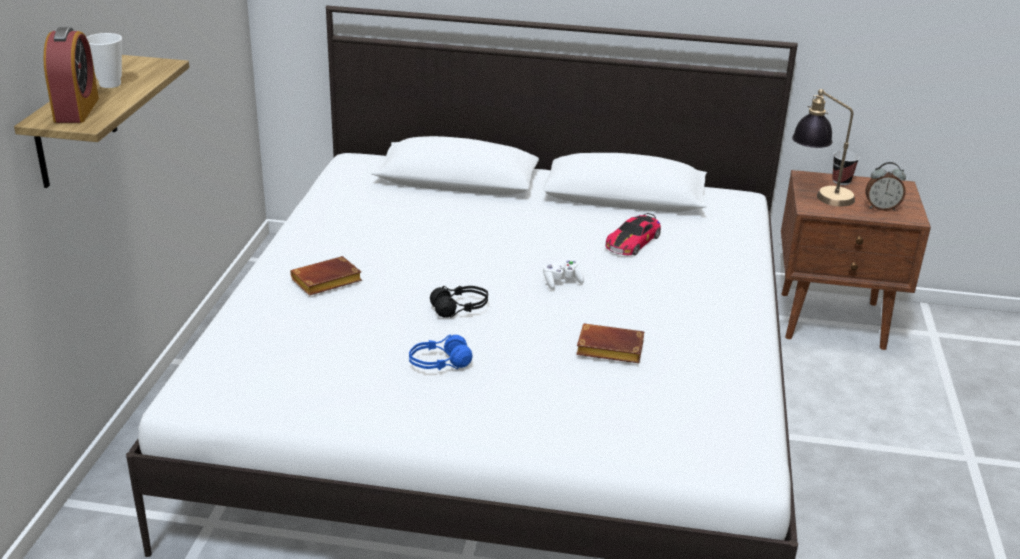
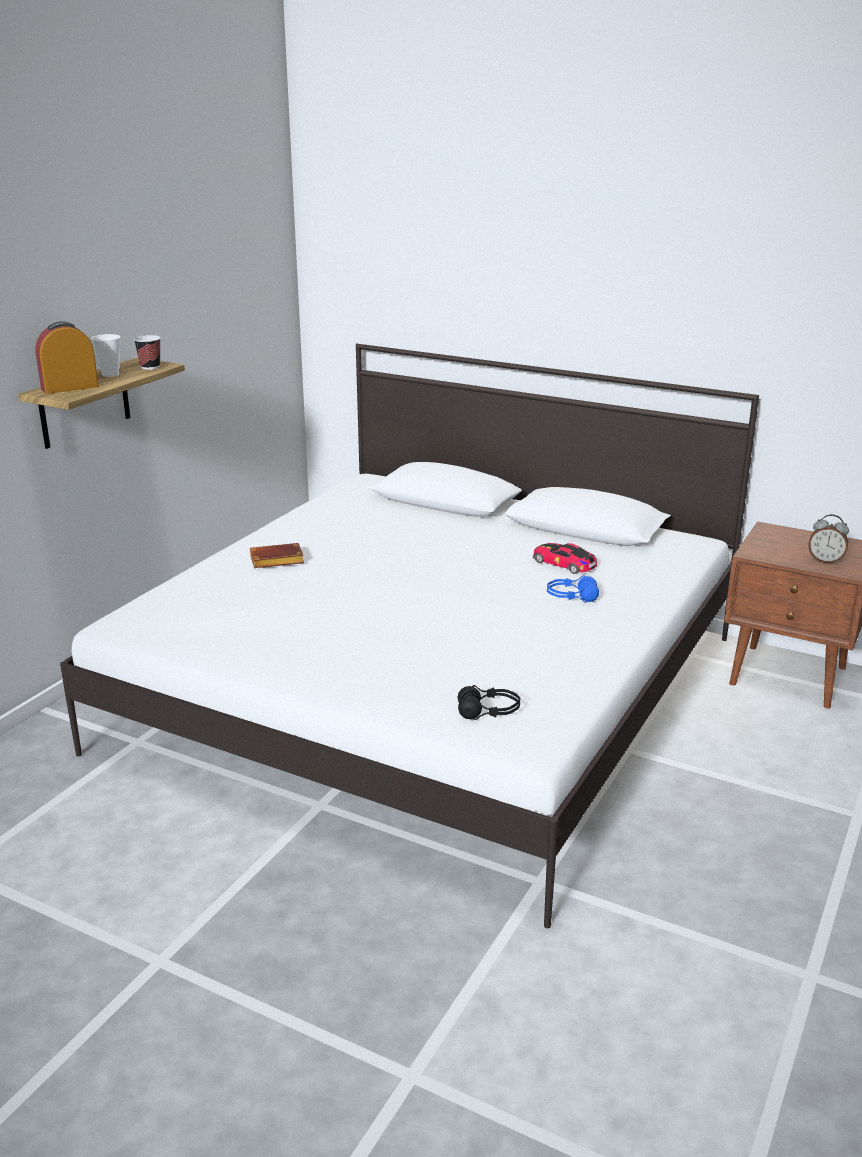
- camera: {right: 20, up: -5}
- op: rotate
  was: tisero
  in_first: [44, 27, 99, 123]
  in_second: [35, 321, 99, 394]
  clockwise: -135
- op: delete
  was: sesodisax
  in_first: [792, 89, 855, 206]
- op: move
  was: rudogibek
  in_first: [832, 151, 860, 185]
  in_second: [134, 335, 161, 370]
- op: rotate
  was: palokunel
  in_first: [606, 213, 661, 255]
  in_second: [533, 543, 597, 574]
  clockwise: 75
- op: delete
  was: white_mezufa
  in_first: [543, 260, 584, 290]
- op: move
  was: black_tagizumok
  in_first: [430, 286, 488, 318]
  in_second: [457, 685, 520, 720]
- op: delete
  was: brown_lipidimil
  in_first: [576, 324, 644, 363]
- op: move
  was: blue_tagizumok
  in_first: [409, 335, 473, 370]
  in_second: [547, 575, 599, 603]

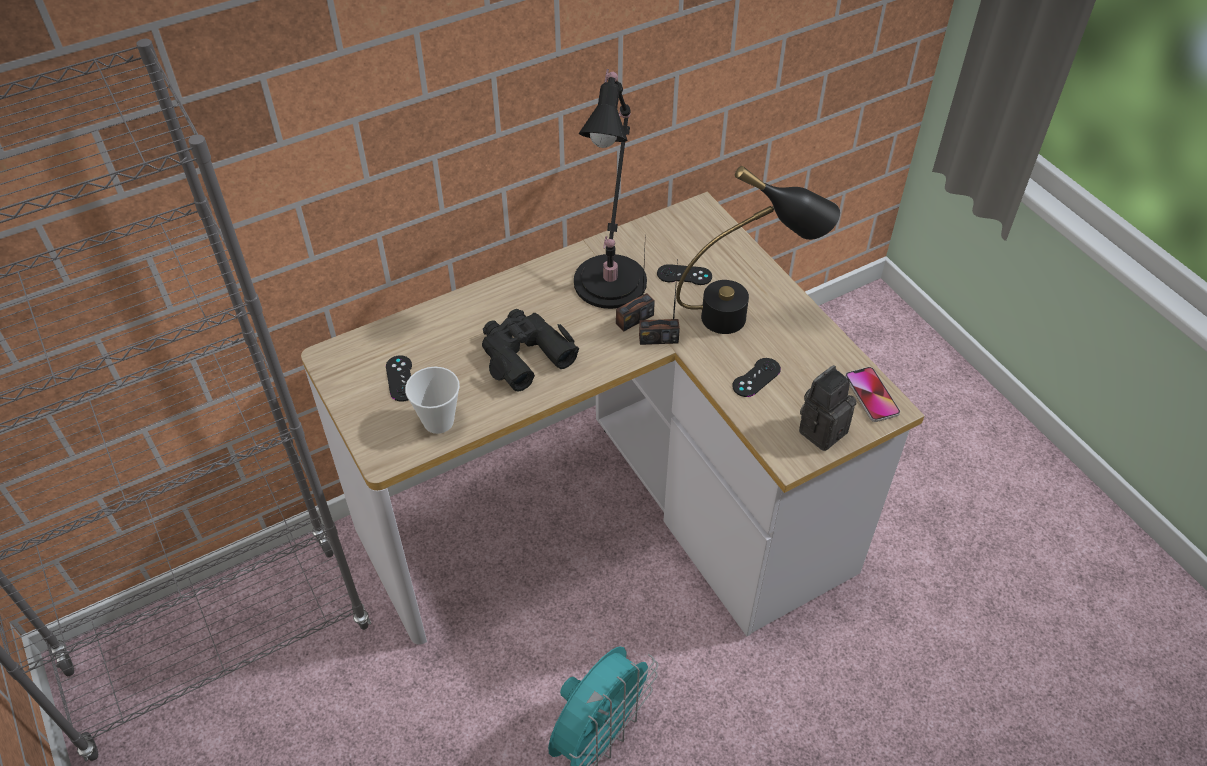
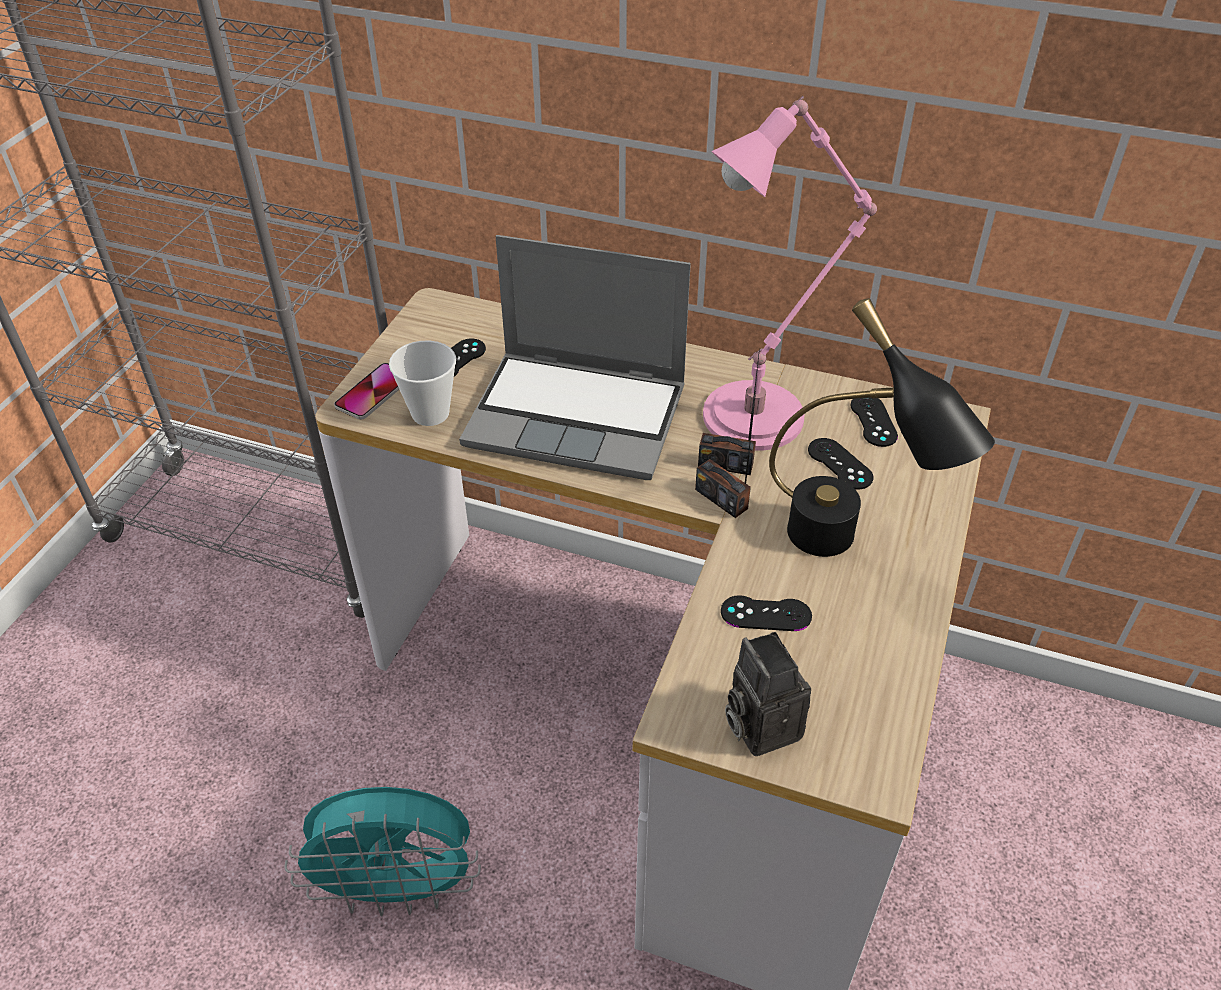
- camera: {right: 50, up: -5}
- op: recolor
  was: black_sesodisax
  now: pink_sesodisax
  in_first: [574, 69, 647, 309]
  in_second: [703, 96, 877, 451]
- op: replace
  was: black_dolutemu
  now: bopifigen
  in_first: [482, 309, 579, 391]
  in_second: [459, 235, 691, 480]
- op: rotate
  was: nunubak
  in_first: [799, 365, 857, 451]
  in_second: [725, 632, 811, 756]
  clockwise: -120
- op: move
  was: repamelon
  in_first: [845, 367, 900, 422]
  in_second: [334, 363, 400, 419]
- op: insert
  now: black_mezufa
  in_second: [850, 397, 898, 447]

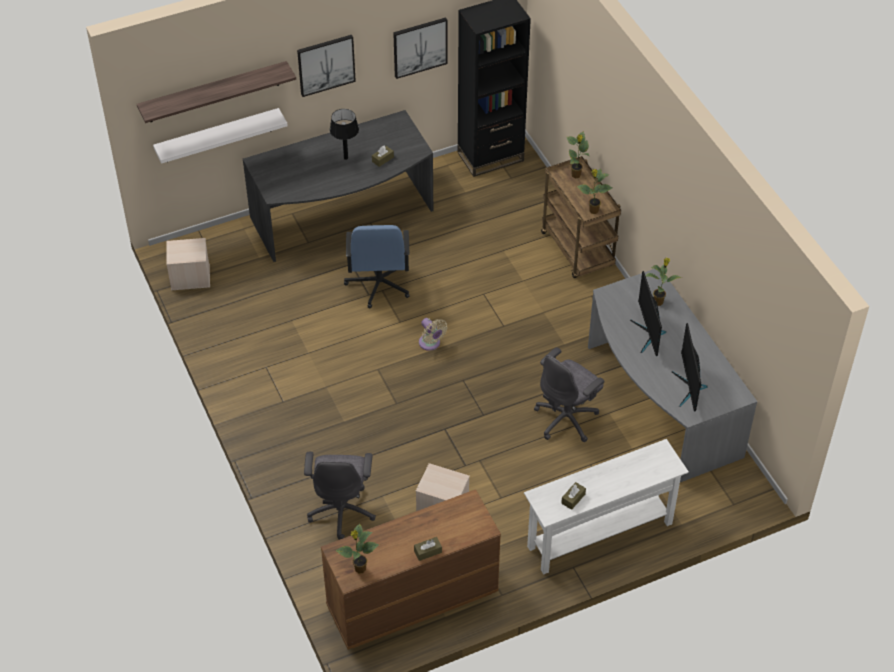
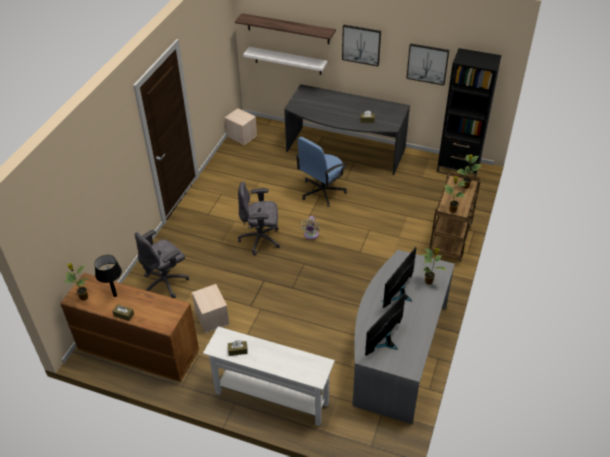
- camera: {right: 45, up: -5}
- op: move
  was: black_sesodisax
  in_first: [330, 109, 359, 160]
  in_second: [95, 255, 122, 297]
- op: move
  was: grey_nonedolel
  in_first: [534, 347, 604, 442]
  in_second: [238, 181, 280, 255]

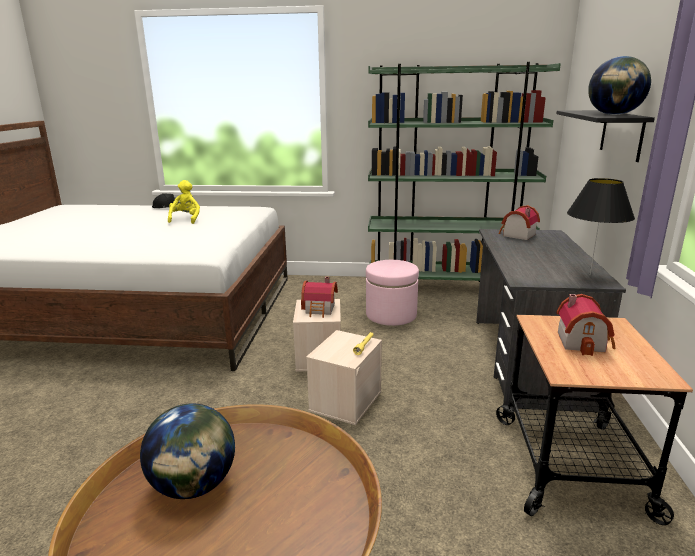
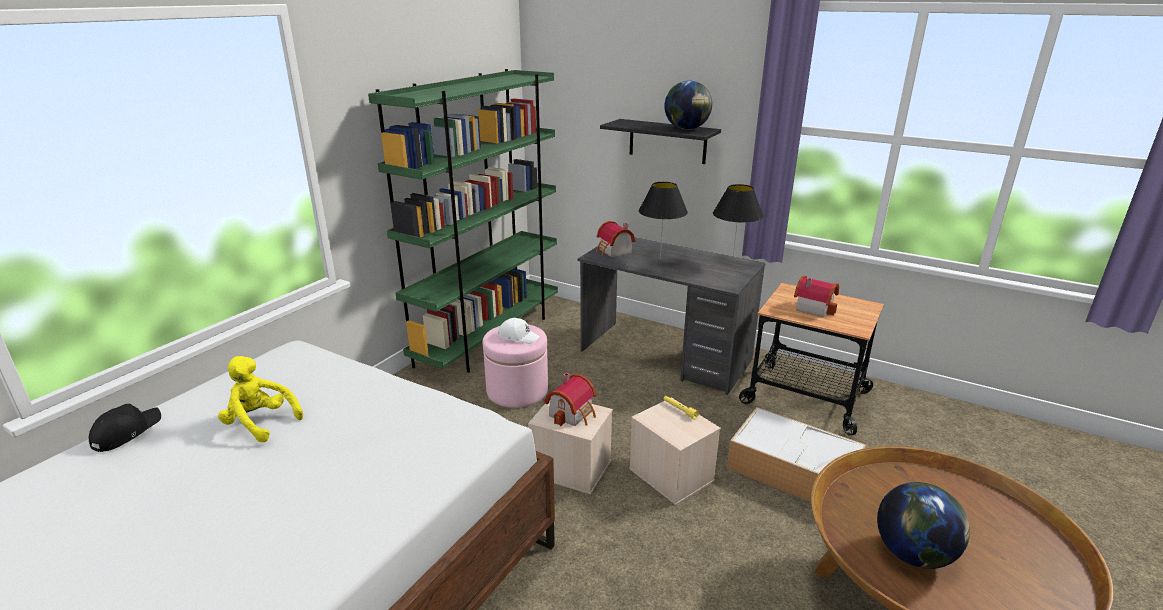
- camera: {right: -65, up: 5}
- op: insert
  now: black_sesodisax
  in_second: [639, 182, 688, 259]
- op: insert
  now: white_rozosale
  in_second: [498, 318, 540, 344]
- op: insert
  now: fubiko
  in_second: [727, 407, 866, 502]

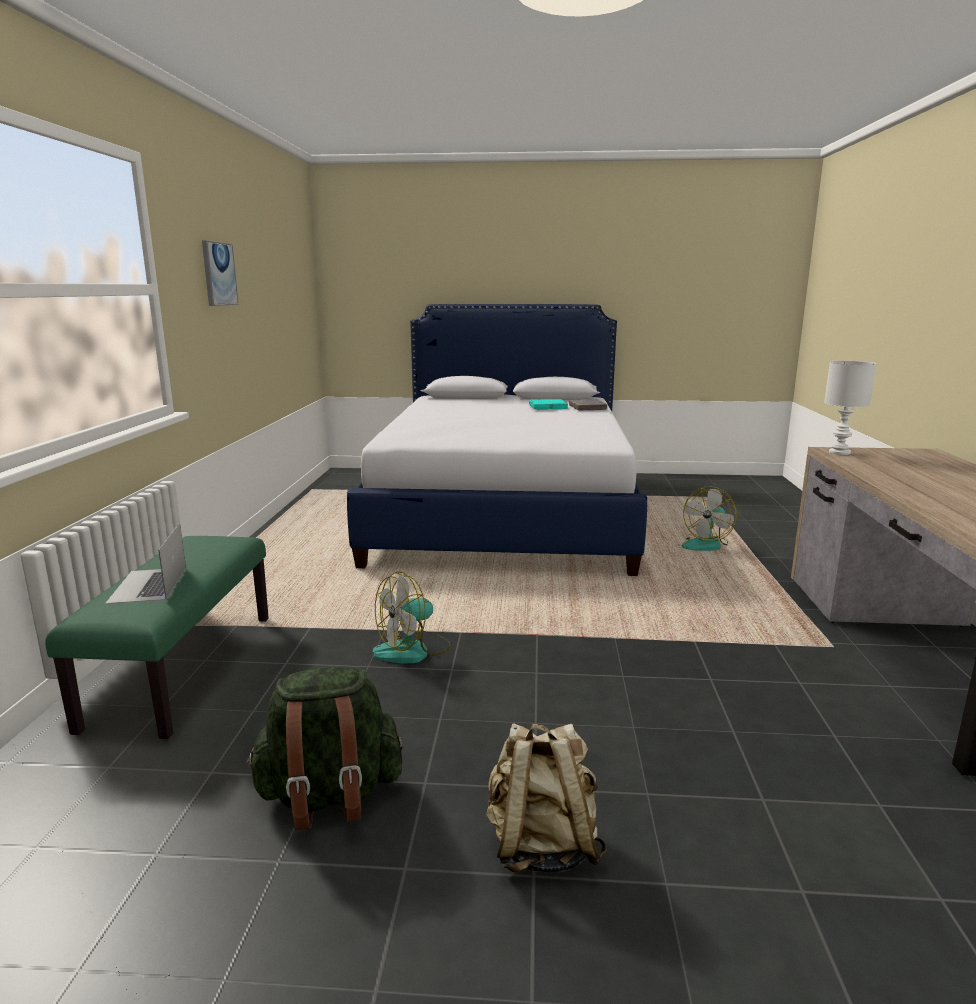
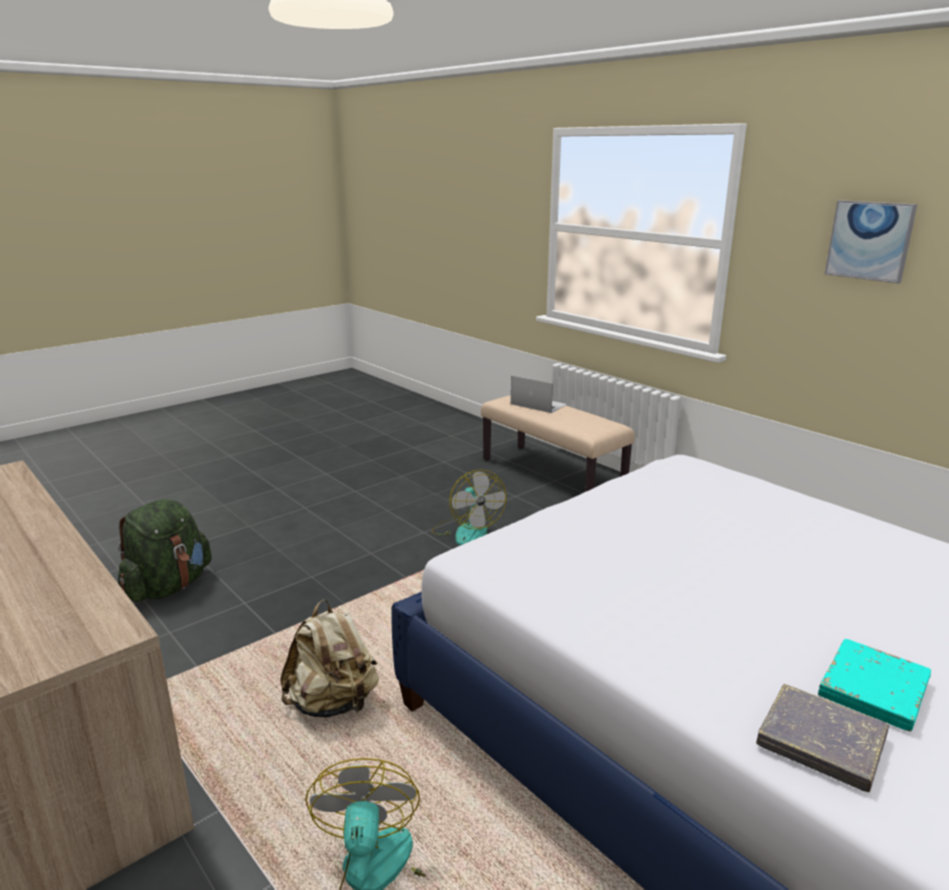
- camera: {right: 135, up: 5}
- op: delete
  was: white_sesodisax
  in_first: [824, 360, 877, 455]
- op: recolor
  was: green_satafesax
  now: beige_satafesax
  in_first: [45, 536, 269, 739]
  in_second: [481, 395, 635, 492]
- op: rotate
  was: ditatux
  in_first: [372, 571, 451, 663]
  in_second: [431, 470, 506, 546]
  clockwise: 150
- op: move
  was: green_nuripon
  in_first: [246, 667, 403, 830]
  in_second: [118, 499, 212, 602]
- op: move
  was: beige_nuripon
  in_first: [486, 723, 607, 873]
  in_second: [280, 599, 379, 718]

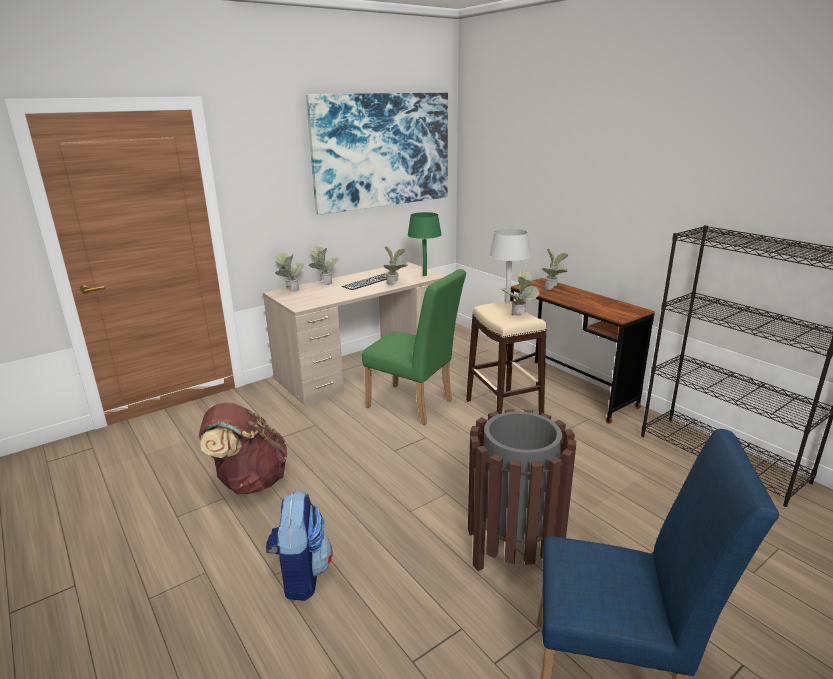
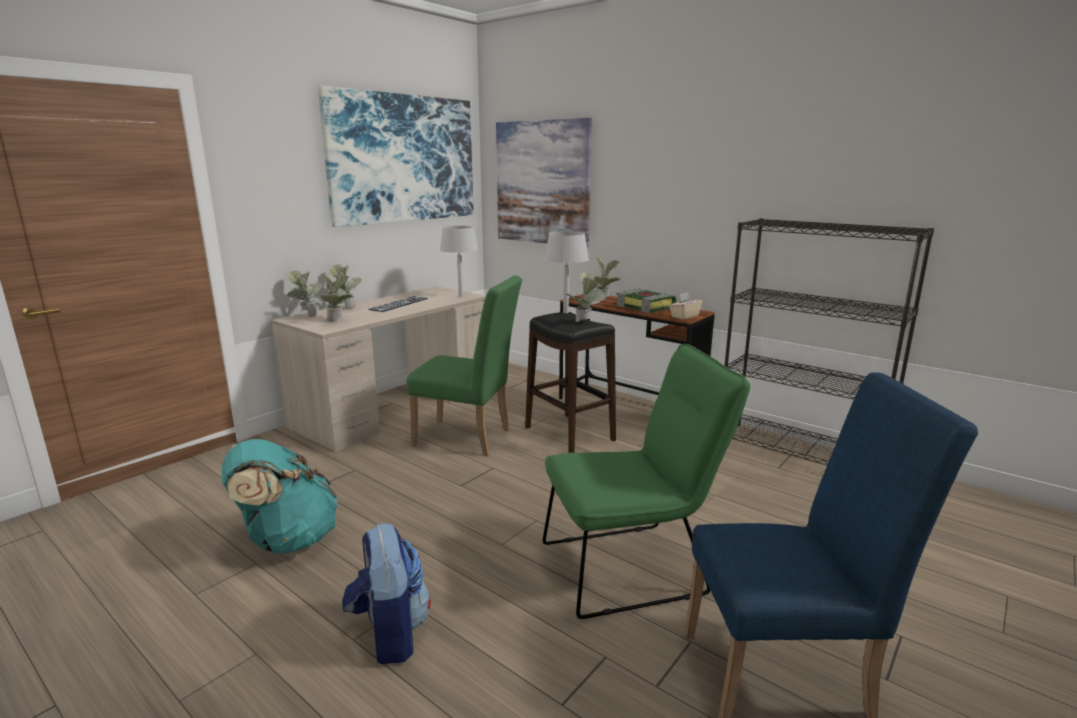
- camera: {right: -15, up: -5}
- op: recolor
  was: green_sesodisax
  now: grey_sesodisax
  in_first: [408, 212, 442, 276]
  in_second: [440, 226, 478, 297]
- op: move
  was: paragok
  in_first: [384, 247, 408, 285]
  in_second: [321, 273, 353, 322]
- op: recolor
  was: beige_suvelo
  now: black_suvelo
  in_first: [466, 301, 547, 415]
  in_second: [525, 312, 616, 453]
- op: recolor
  was: brown_nuripon
  now: turquoise_nuripon
  in_first: [198, 403, 287, 494]
  in_second: [222, 439, 338, 554]
- op: replace
  was: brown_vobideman
  now: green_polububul
  in_first: [468, 409, 577, 571]
  in_second: [543, 344, 750, 619]
- op: insert
  now: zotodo
  in_second: [496, 118, 592, 247]
- op: insert
  now: lipidimil
  in_second: [616, 289, 677, 313]
- op: insert
  now: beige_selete
  in_second: [669, 292, 702, 320]

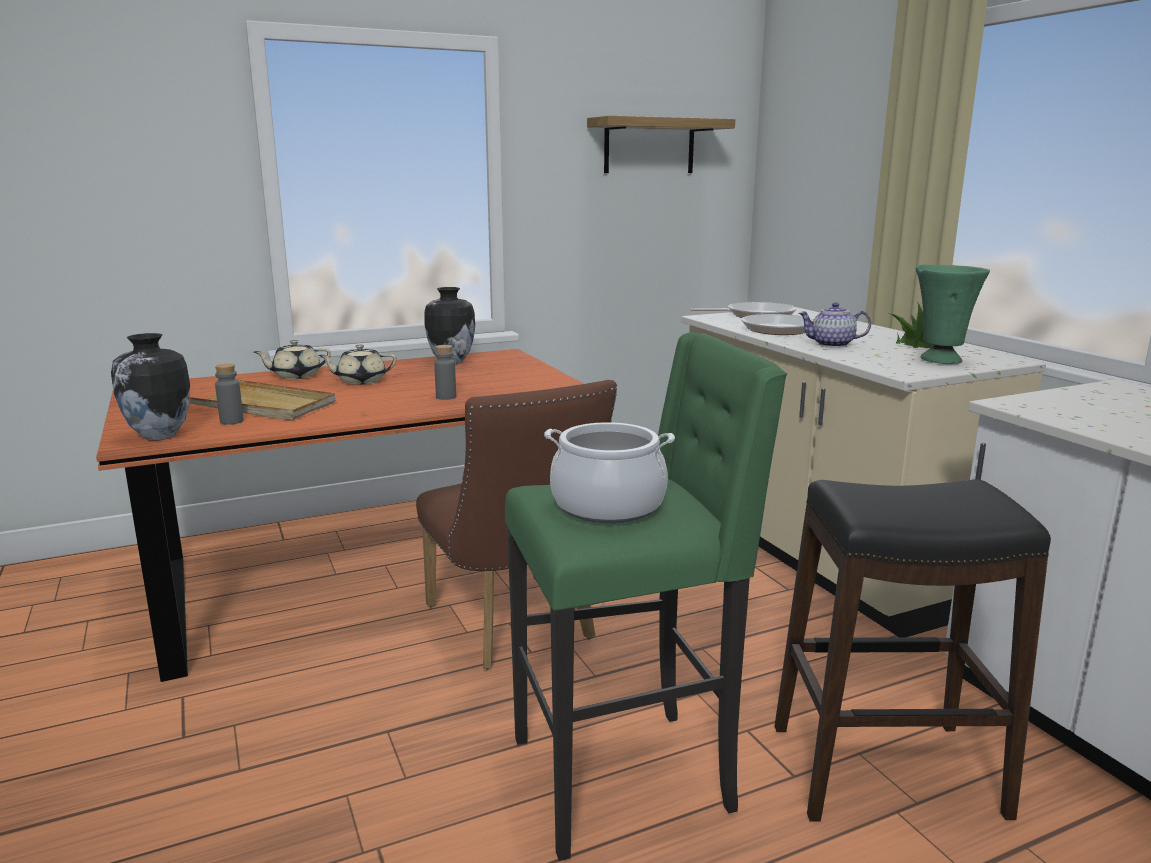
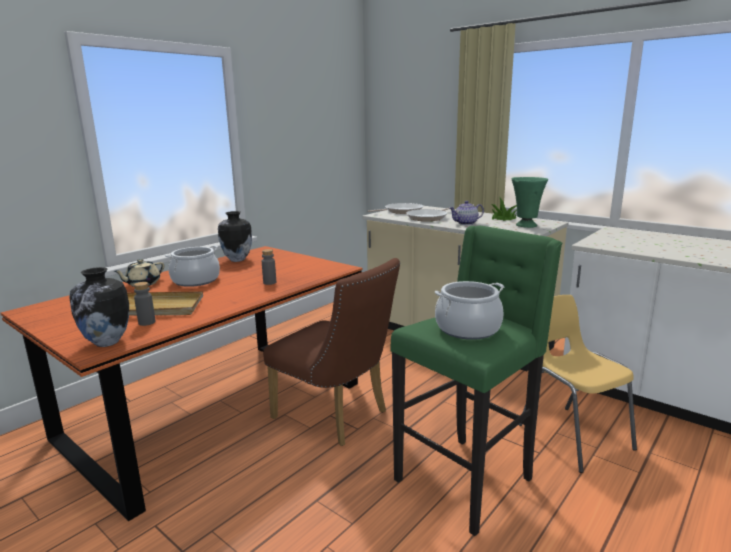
- camera: {right: -25, up: 0}
- op: delete
  was: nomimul
  in_first: [587, 116, 735, 173]
- op: replace
  was: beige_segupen
  now: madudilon
  in_first: [318, 345, 397, 385]
  in_second: [165, 245, 220, 287]
- op: replace
  was: black_suvelo
  now: yellow_polububul
  in_first: [775, 479, 1051, 821]
  in_second: [519, 295, 637, 473]

